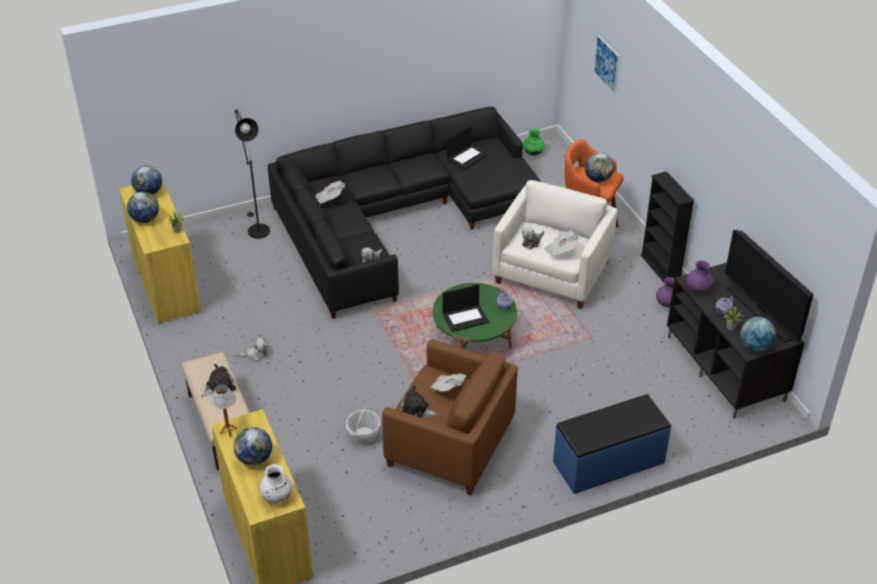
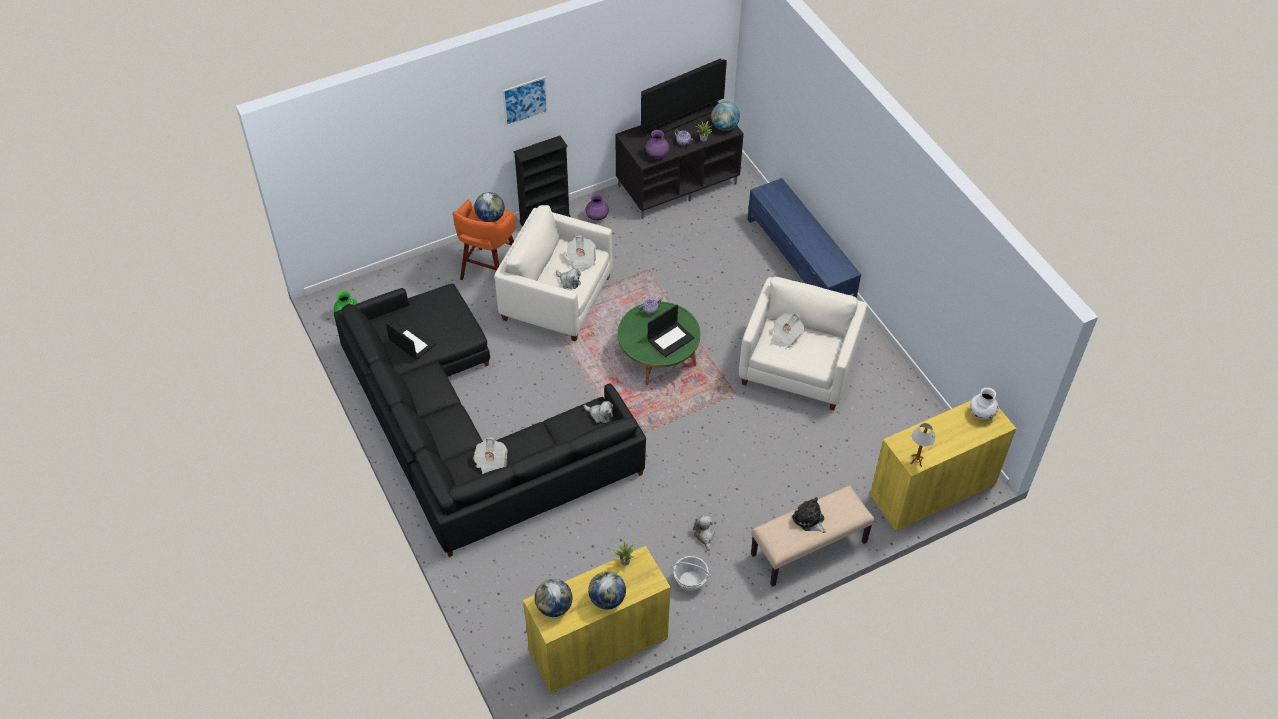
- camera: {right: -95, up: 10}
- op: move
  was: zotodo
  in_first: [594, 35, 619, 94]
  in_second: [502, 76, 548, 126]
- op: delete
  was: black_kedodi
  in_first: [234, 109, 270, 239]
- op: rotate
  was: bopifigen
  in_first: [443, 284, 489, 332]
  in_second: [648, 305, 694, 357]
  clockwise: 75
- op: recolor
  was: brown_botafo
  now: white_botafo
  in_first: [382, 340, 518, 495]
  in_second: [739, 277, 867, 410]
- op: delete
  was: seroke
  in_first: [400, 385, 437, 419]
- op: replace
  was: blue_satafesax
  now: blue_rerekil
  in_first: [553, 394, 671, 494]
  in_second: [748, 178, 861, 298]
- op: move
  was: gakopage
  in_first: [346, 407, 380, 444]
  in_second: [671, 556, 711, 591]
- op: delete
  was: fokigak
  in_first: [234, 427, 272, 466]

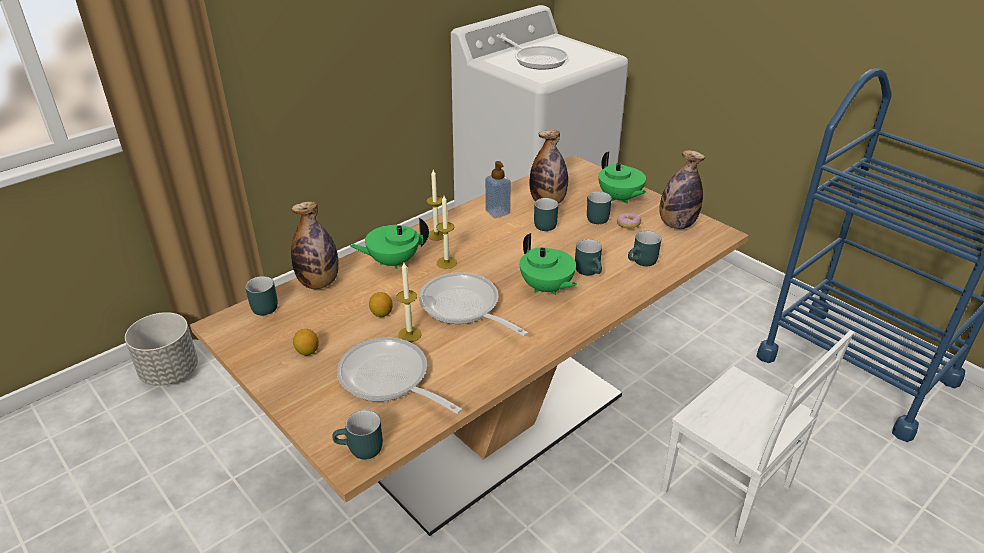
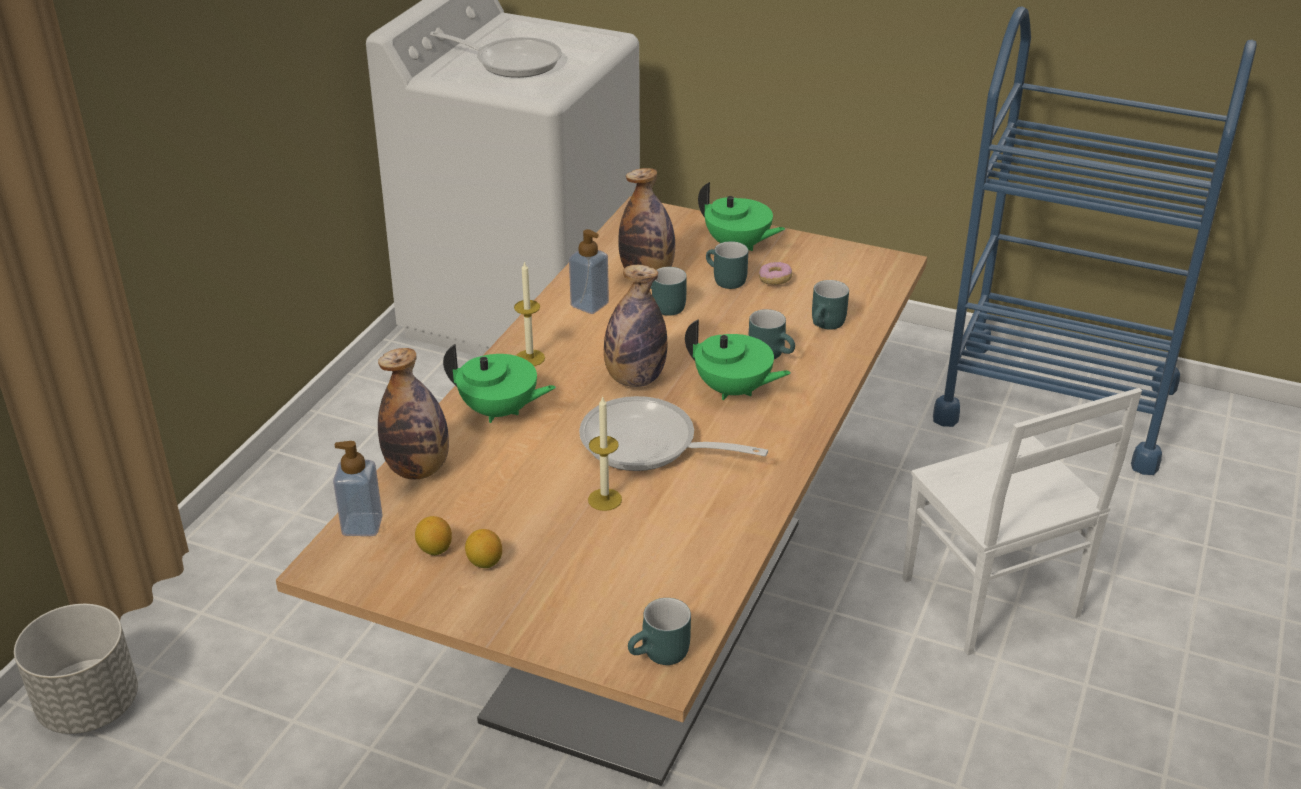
- camera: {right: -25, up: 0}
- op: move
  was: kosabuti
  in_first: [660, 150, 705, 229]
  in_second: [604, 265, 667, 387]
- op: delete
  was: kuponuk
  in_first: [436, 196, 457, 269]
- op: rotate
  was: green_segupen
  in_first: [350, 218, 429, 269]
  in_second: [443, 344, 556, 423]
  clockwise: -120
- op: replace
  was: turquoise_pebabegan
  now: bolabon
  in_first: [245, 276, 278, 316]
  in_second: [333, 441, 383, 536]
- op: move
  was: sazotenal
  in_first: [369, 292, 393, 317]
  in_second: [415, 516, 452, 555]
- op: rotate
  was: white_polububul
  in_first: [662, 330, 854, 545]
  in_second: [902, 388, 1142, 655]
  clockwise: 45
- op: delete
  was: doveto
  in_first: [337, 337, 462, 414]

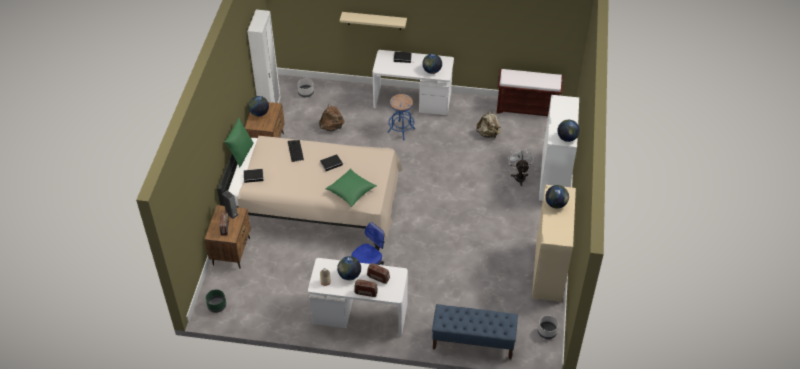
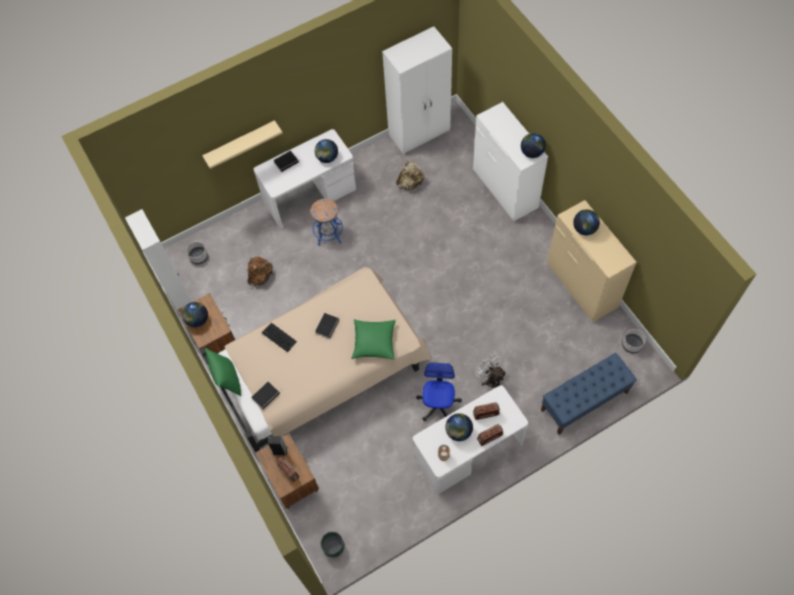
- camera: {right: -35, up: 15}
- op: replace
  was: brown_satafesax
  now: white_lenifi
  in_first: [497, 69, 563, 116]
  in_second: [382, 26, 452, 155]
- op: move
  was: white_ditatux
  in_first: [508, 148, 534, 186]
  in_second: [474, 352, 507, 387]

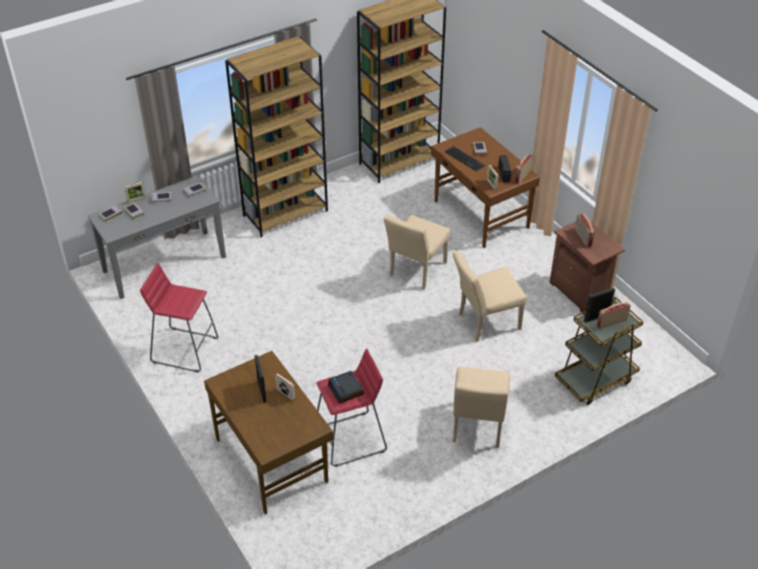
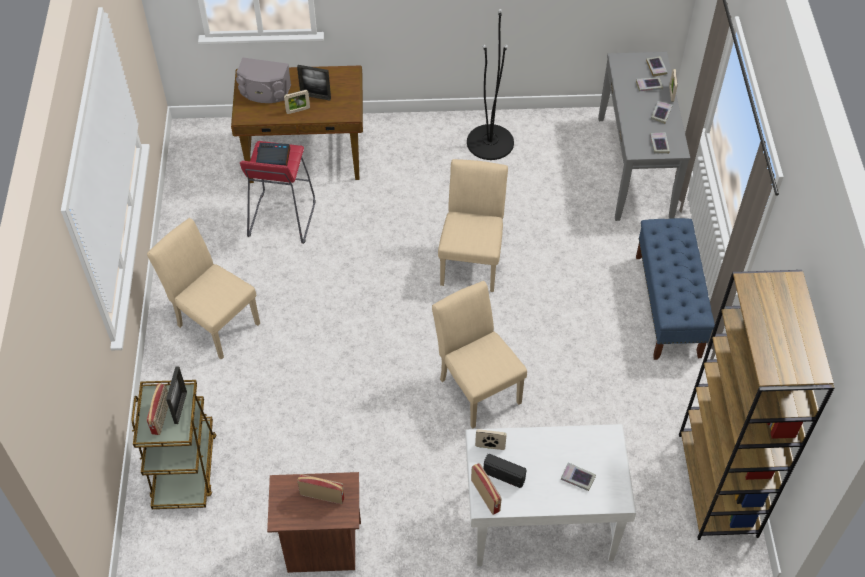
- camera: {right: 120, up: 10}
- op: replace
  was: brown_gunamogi
  now: blue_satafesax
  in_first: [225, 36, 328, 237]
  in_second: [636, 218, 715, 360]
- op: recolor
  was: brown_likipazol
  now: white_likipazol
  in_first: [431, 127, 540, 248]
  in_second: [465, 424, 636, 566]
- op: delete
  was: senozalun
  in_first: [444, 146, 485, 171]
- op: move
  was: beige_polububul
  in_first: [453, 251, 527, 342]
  in_second: [438, 159, 508, 292]
- op: replace
  was: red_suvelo
  now: black_kedodi
  in_first: [140, 263, 218, 372]
  in_second: [467, 9, 514, 160]
- op: insert
  now: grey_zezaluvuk
  in_second: [236, 58, 291, 103]

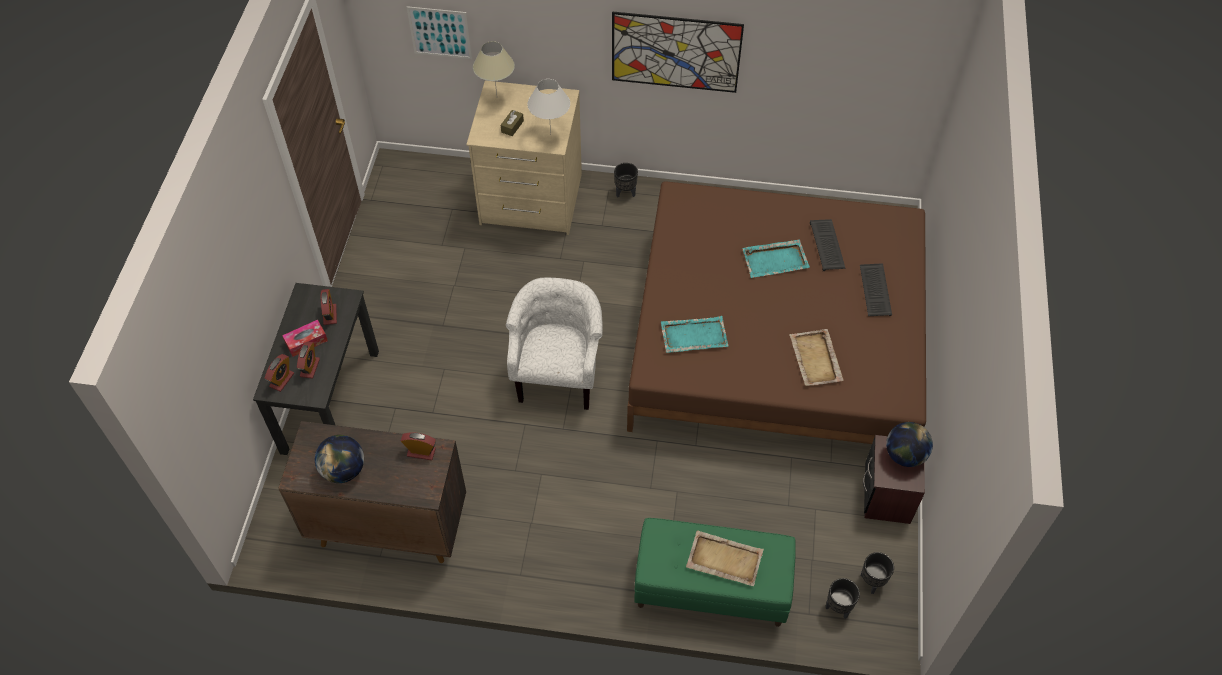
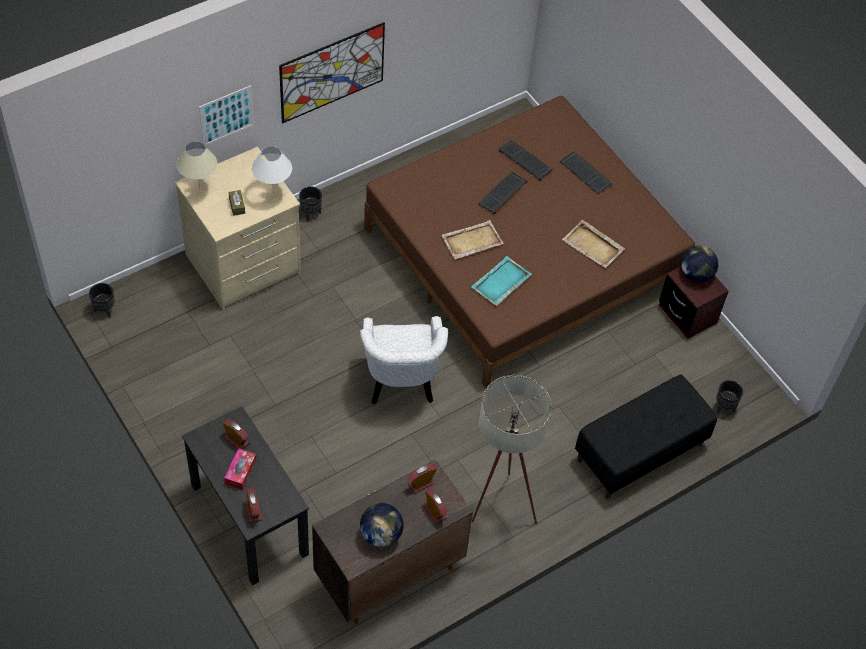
- camera: {right: -45, up: 0}
- op: move
  was: zotodo
  in_first: [407, 6, 472, 59]
  in_second: [199, 85, 254, 146]
- op: replace
  was: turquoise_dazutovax
  now: senozalun
  in_first: [742, 239, 810, 278]
  in_second: [478, 171, 527, 214]
- op: rotate
  was: white_botafo
  in_first: [506, 278, 603, 410]
  in_second: [360, 316, 448, 405]
  clockwise: -150
- op: move
  was: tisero
  in_first: [297, 341, 320, 379]
  in_second: [424, 488, 448, 524]
- op: recolor
  was: green_satafesax
  now: black_satafesax
  in_first: [634, 518, 796, 627]
  in_second: [575, 375, 717, 499]
- op: move
  was: beige_dazutovax
  in_first: [686, 531, 764, 586]
  in_second: [441, 220, 504, 259]
- op: move
  was: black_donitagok
  in_first: [861, 552, 894, 594]
  in_second: [89, 283, 114, 318]
- op: insert
  now: beige_kedodi
  in_second: [472, 375, 552, 524]

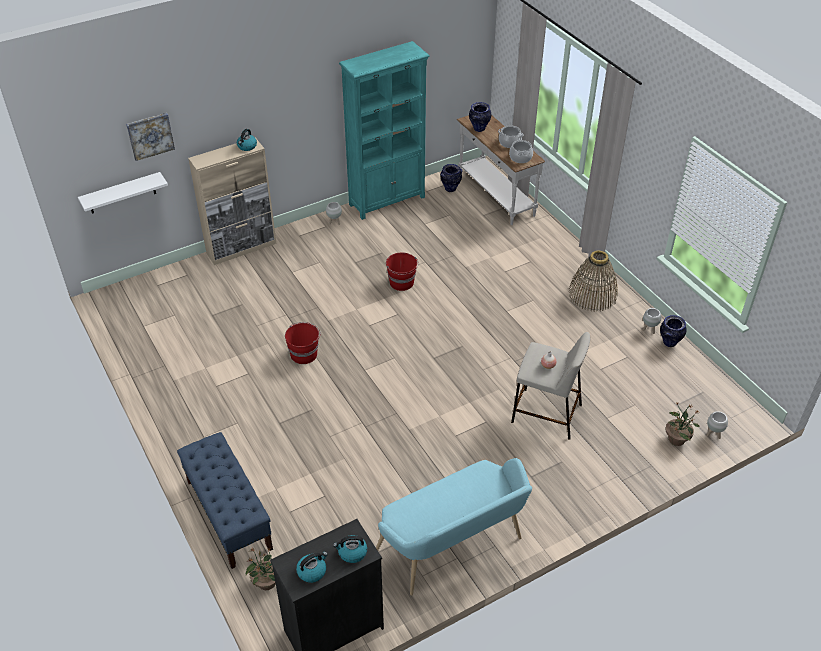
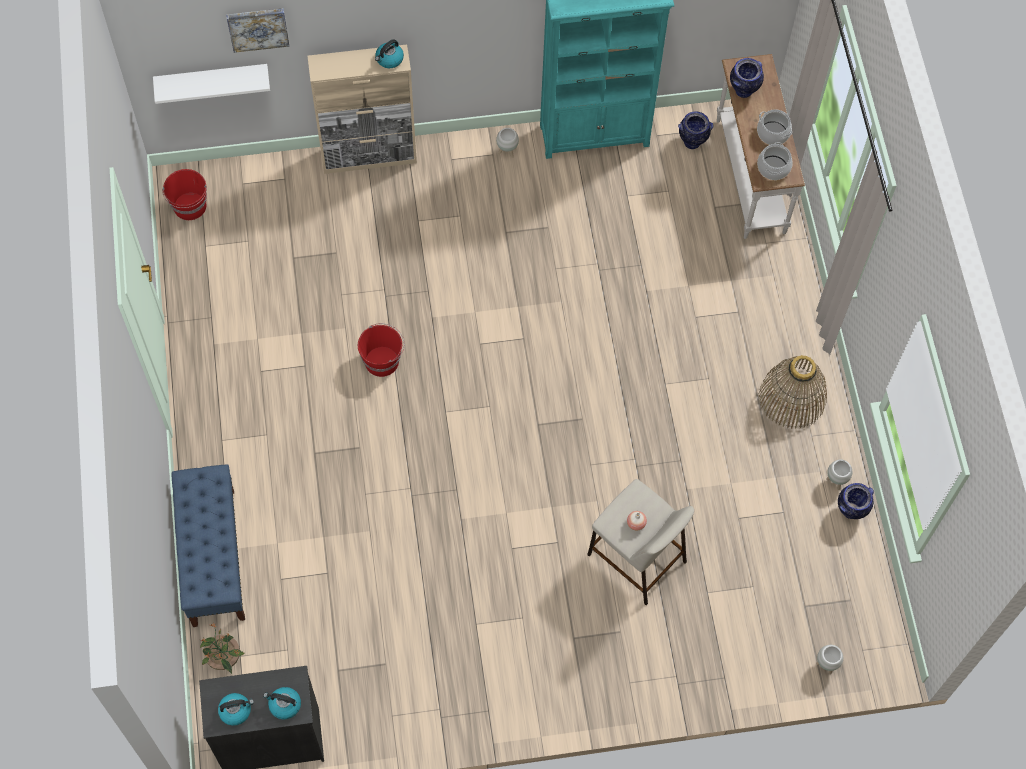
- camera: {right: 20, up: 20}
- op: move
  was: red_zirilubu
  in_first: [386, 252, 419, 291]
  in_second: [162, 169, 207, 220]
- op: delete
  was: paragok
  in_first: [665, 402, 700, 446]
- op: delete
  was: turquoise_satafesax
  in_first: [376, 458, 532, 596]

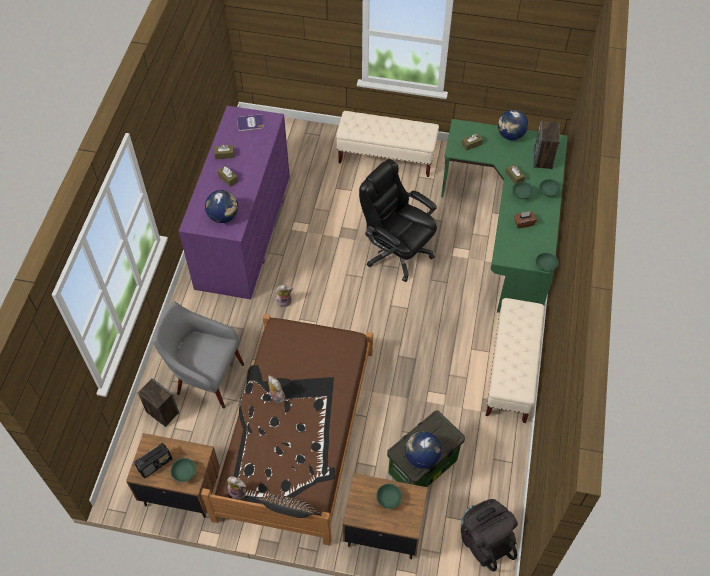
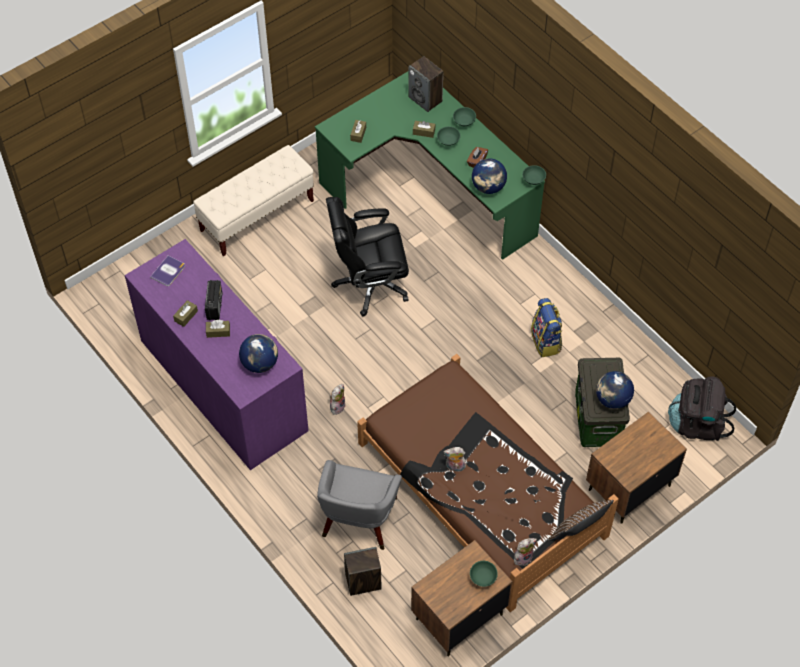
- camera: {right: -50, up: 0}
- op: move
  was: fokigak
  in_first: [498, 110, 528, 140]
  in_second: [472, 158, 507, 194]
- op: delete
  was: beige_satafesax
  in_first: [485, 298, 545, 423]
- op: rotate
  was: grey_botafo
  in_first: [153, 302, 244, 408]
  in_second: [317, 460, 402, 550]
  clockwise: -45
- op: move
  was: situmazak
  in_first: [134, 443, 172, 478]
  in_second: [205, 280, 223, 320]
- op: delete
  was: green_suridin
  in_first: [376, 484, 402, 509]
- op: insert
  now: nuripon
  in_second: [531, 298, 562, 357]

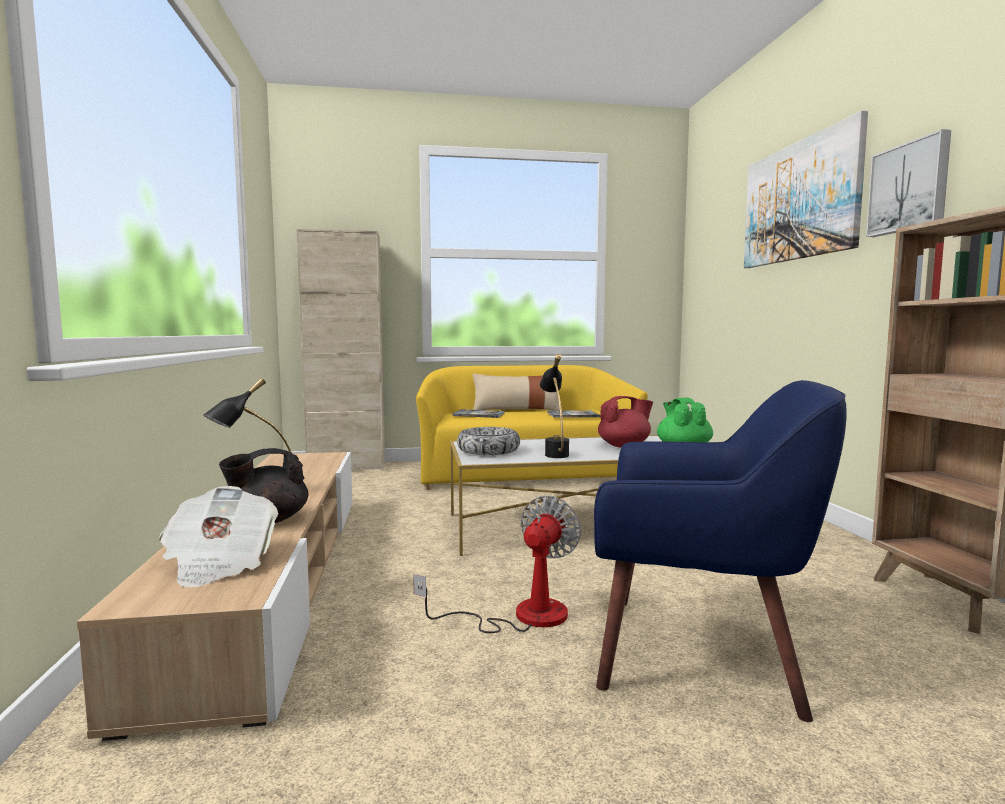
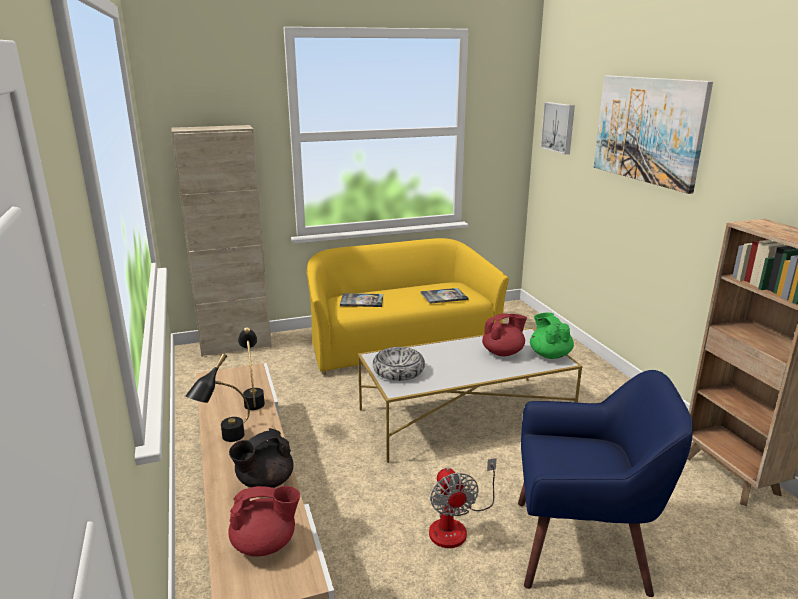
- camera: {right: -10, up: 15}
- op: move
  was: zotodo
  in_first: [866, 129, 951, 237]
  in_second: [541, 102, 575, 154]
- op: move
  was: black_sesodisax
  in_first: [539, 354, 569, 458]
  in_second: [238, 327, 265, 410]
- op: delete
  was: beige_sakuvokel
  in_first: [473, 374, 559, 410]
- op: replace
  was: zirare
  now: red_segupen
  in_first: [159, 486, 279, 588]
  in_second: [228, 486, 300, 556]
- op: rotate
  was: ditatux
  in_first: [413, 495, 581, 633]
  in_second: [429, 458, 497, 548]
  clockwise: 150

